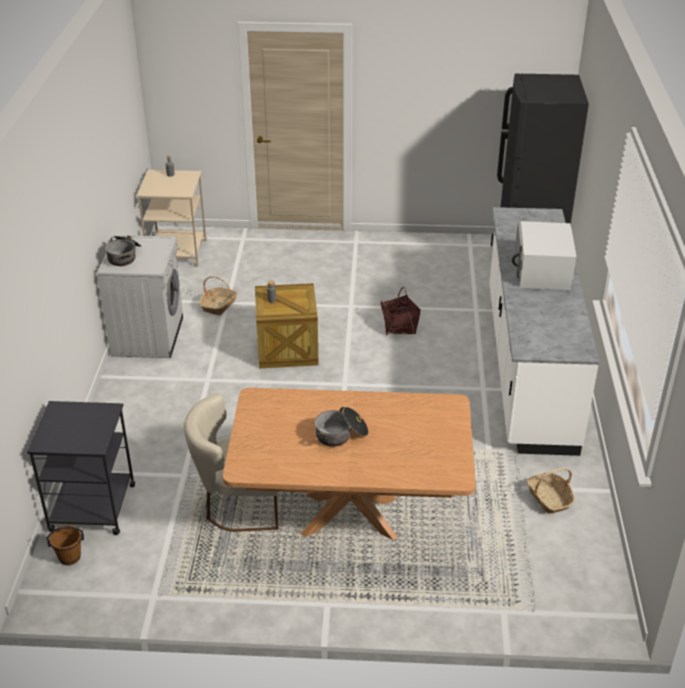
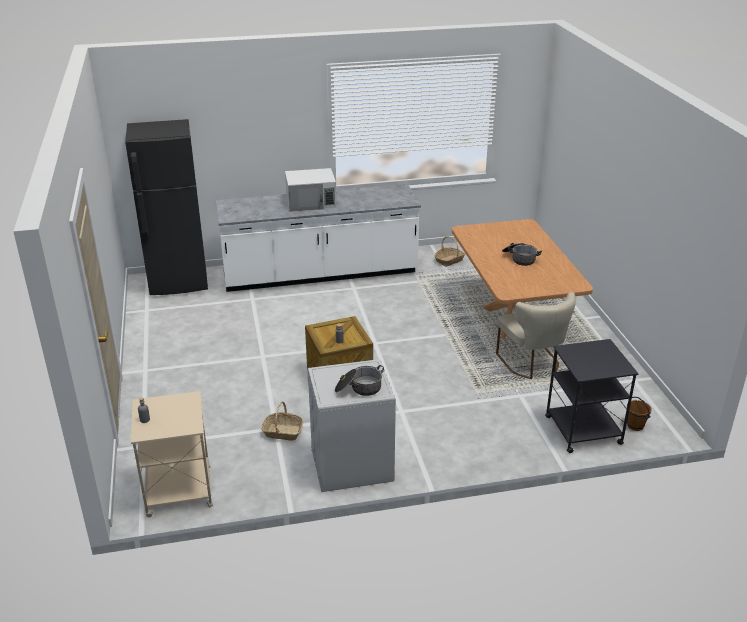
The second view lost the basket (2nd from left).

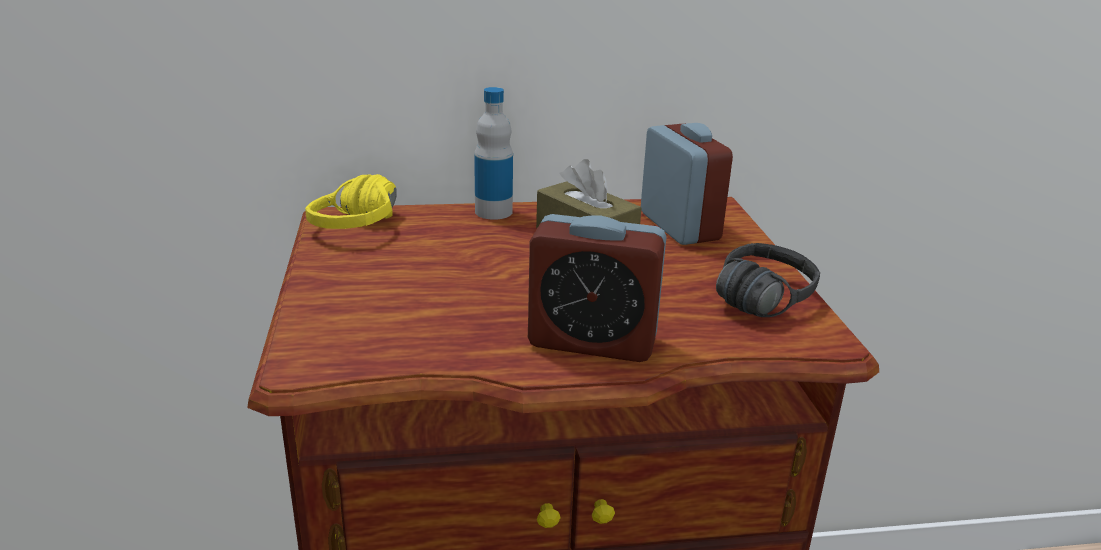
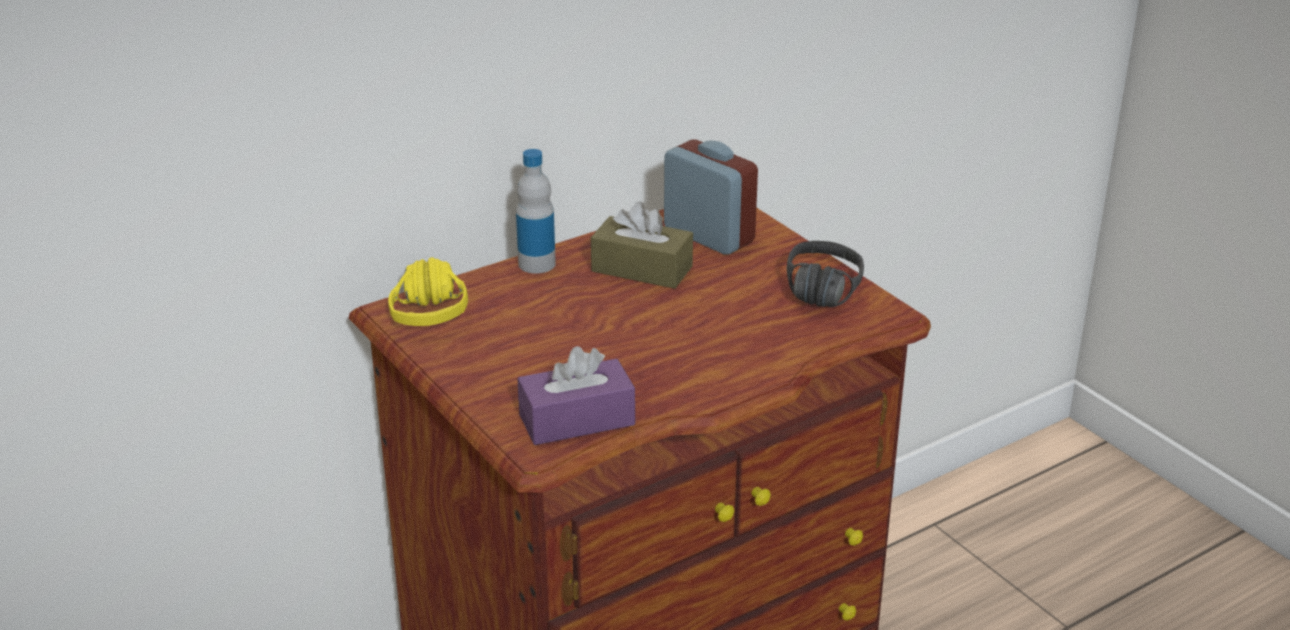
The second view lost the alarm clock (1st from left).
The second view gained the tissue box (purple).

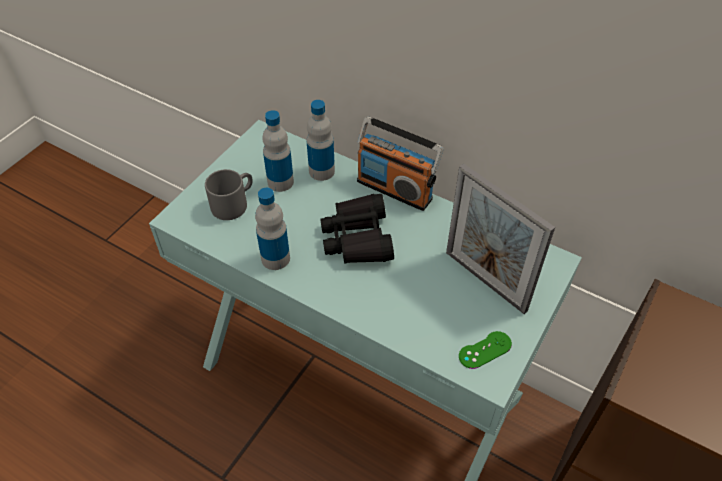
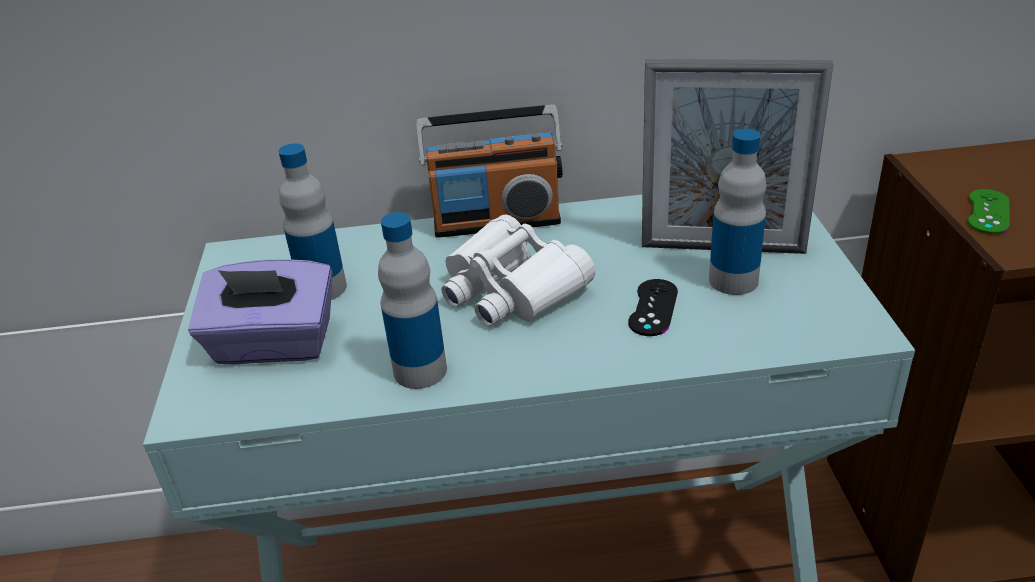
The second view gained the game controller (black).
The bottle (3rd from left) ended up elsewhere.
The game controller (green) ended up elsewhere.
Where the mug (grey) stood, the tissue box (purple) came to stand.
What was the binoculars (black) turned into the binoculars (white).

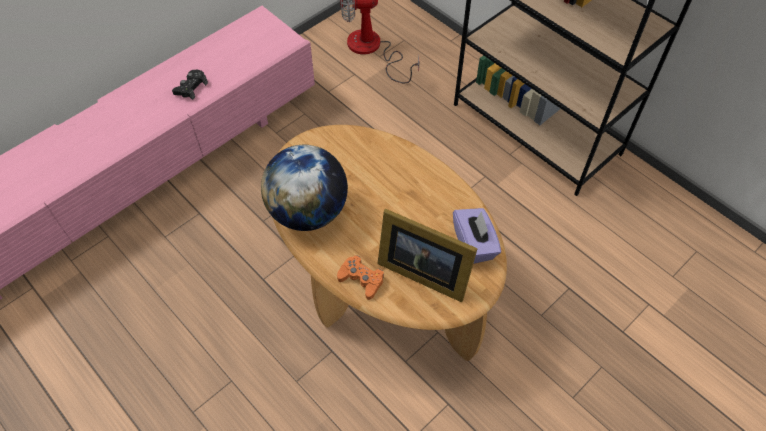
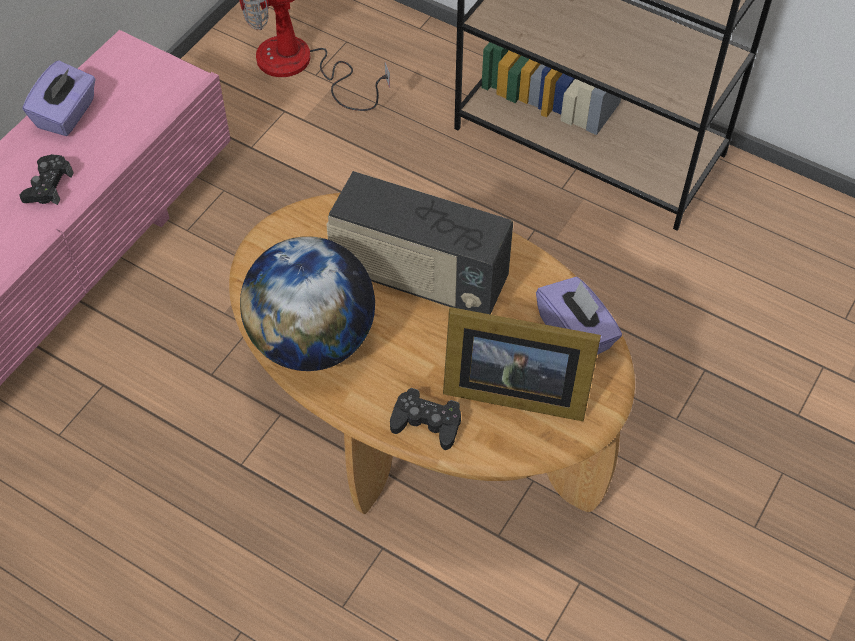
The second view gained the tissue box (purple) (1st from left).
The second view gained the radio.
What was the game controller (orange) turned into the game controller (black) (2nd from left).

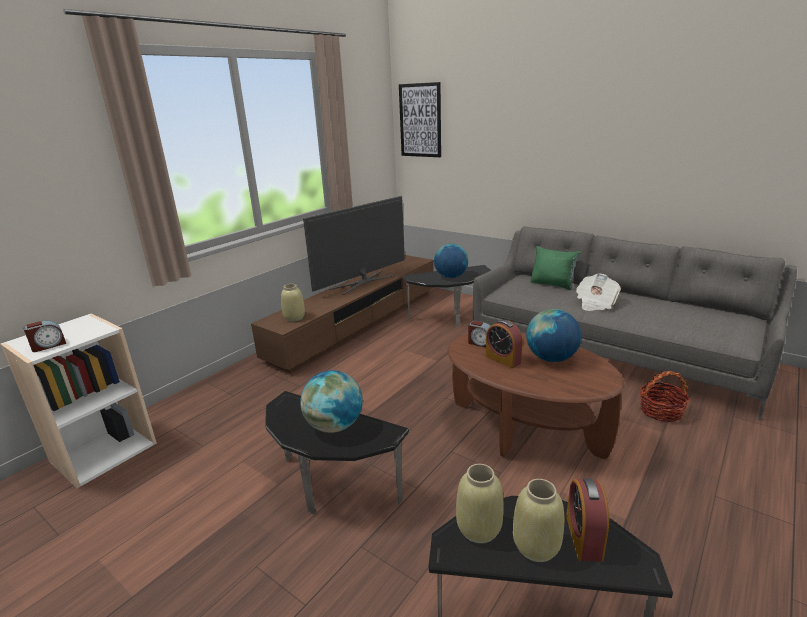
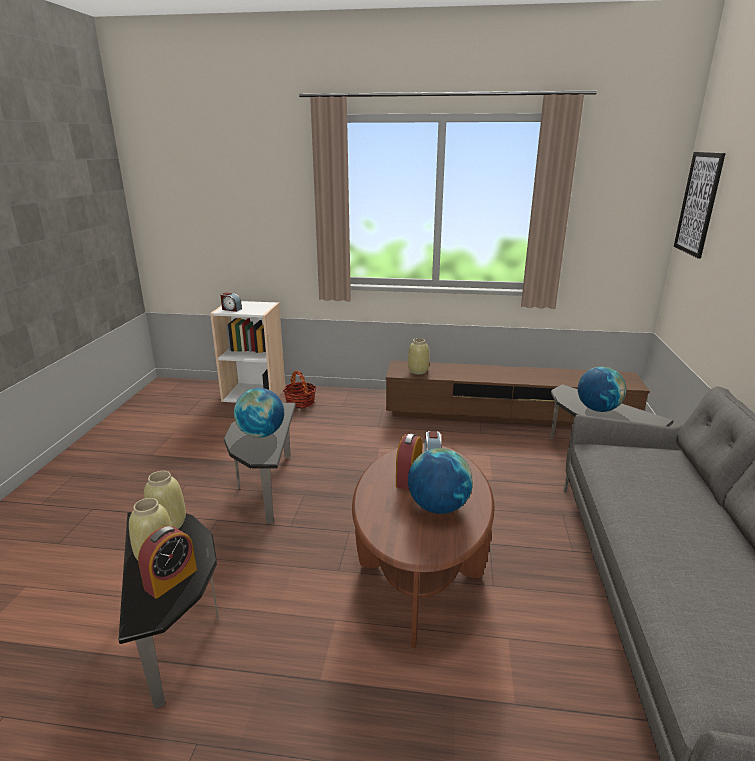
The second view lost the television.
The second view lost the pillow (green).
The second view lost the newspaper.
The basket ended up elsewhere.
The alarm clock (4th from left in the first image) ended up facing another way, 150 degrees clockwise from before.

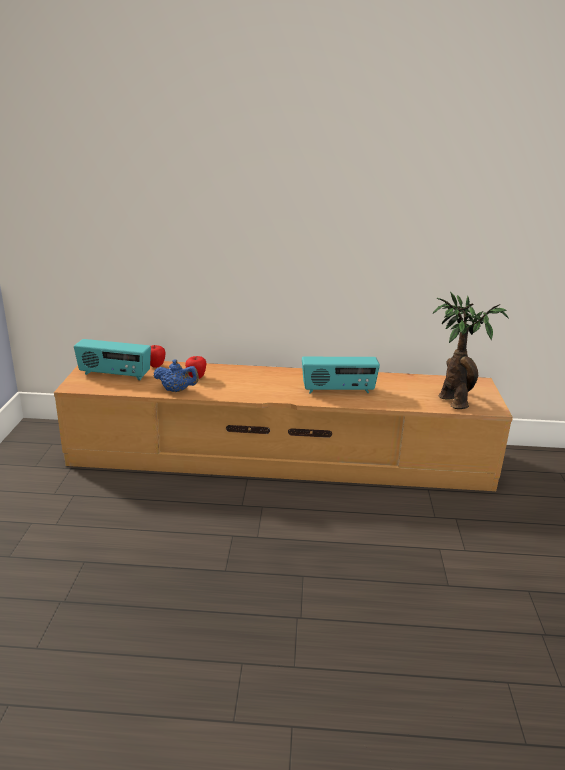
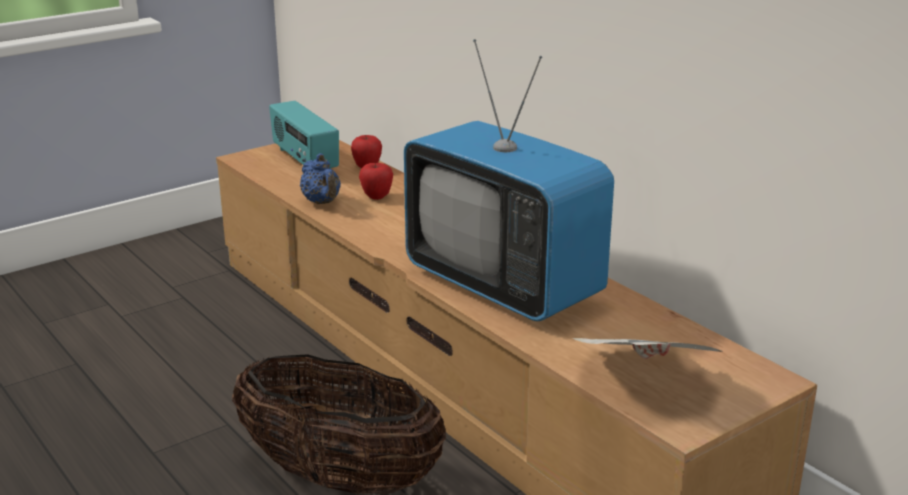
The second view gained the basket.
Where the radio (2nd from left) stood, the television came to stand.
Where the potted plant stood, the newspaper came to stand.

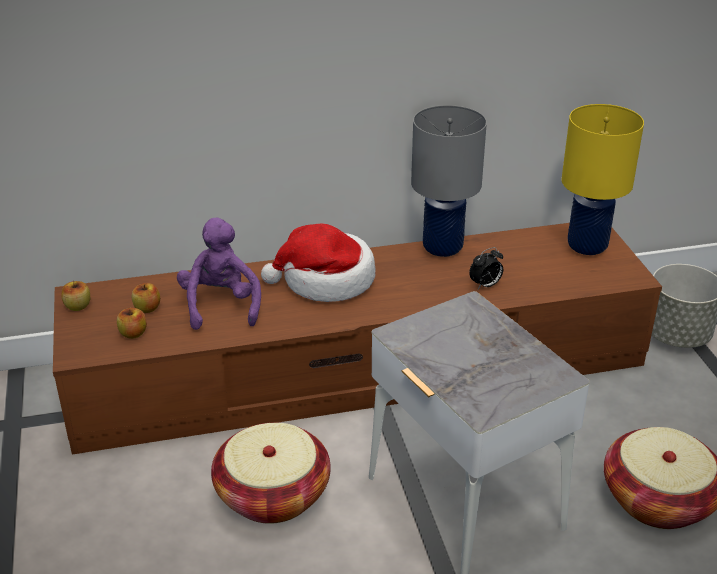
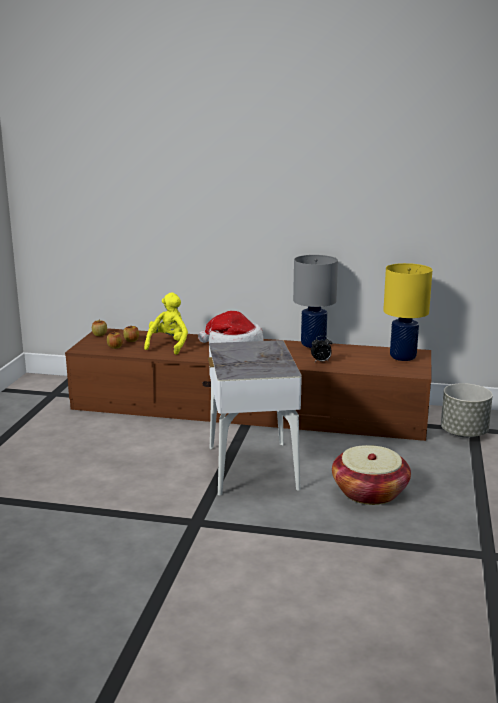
The second view lost the basket (1st from left).
What was the plush toy (purple) turned into the plush toy (yellow).

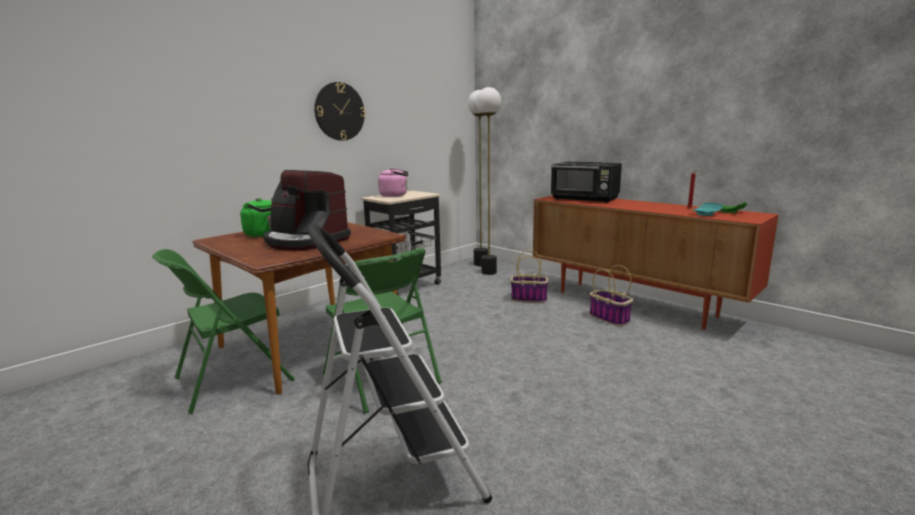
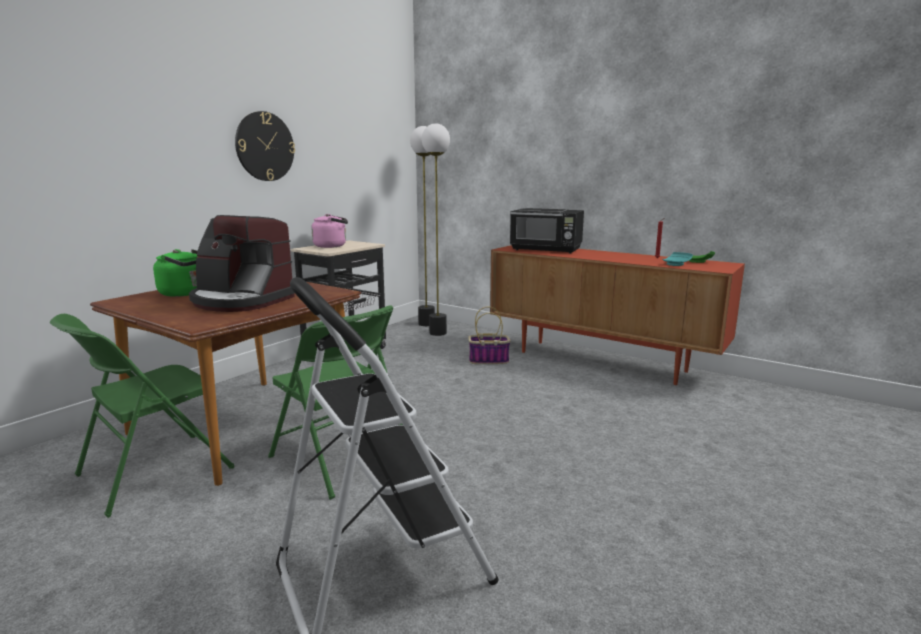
The second view lost the basket (2nd from left).

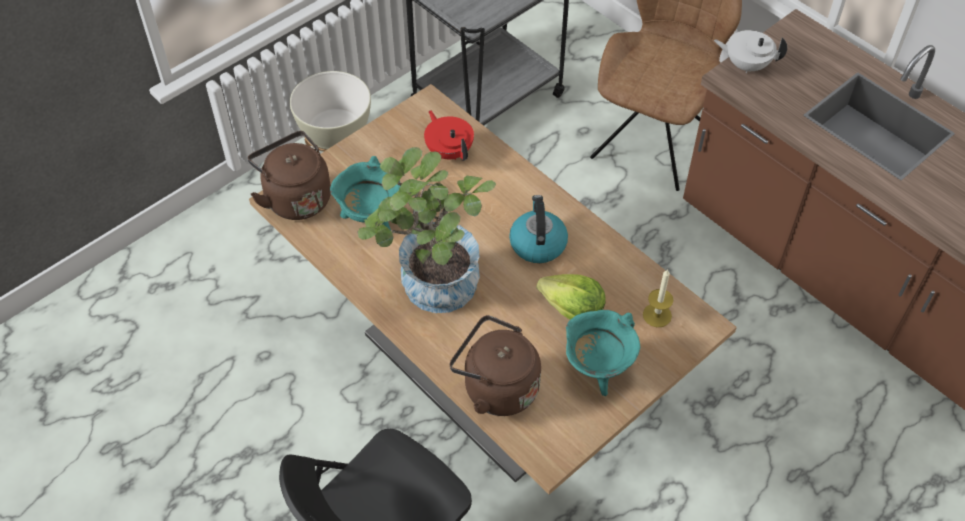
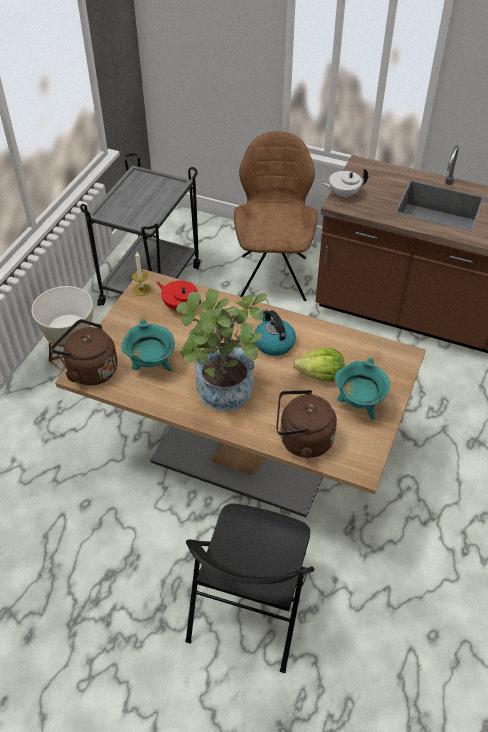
The candle ended up elsewhere.

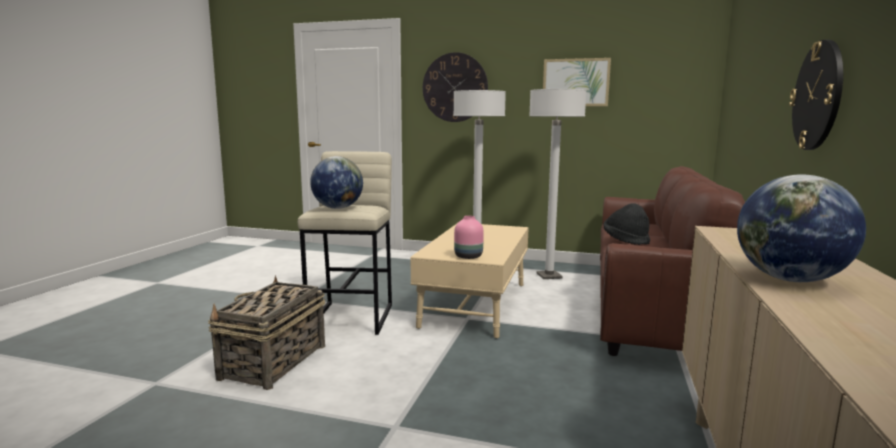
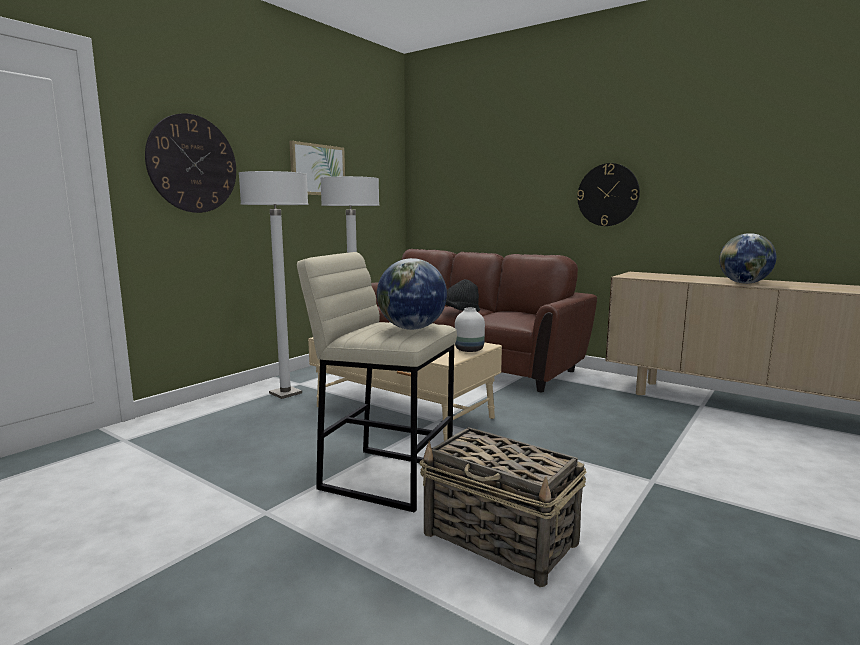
What was the vase (pink) turned into the vase (white).

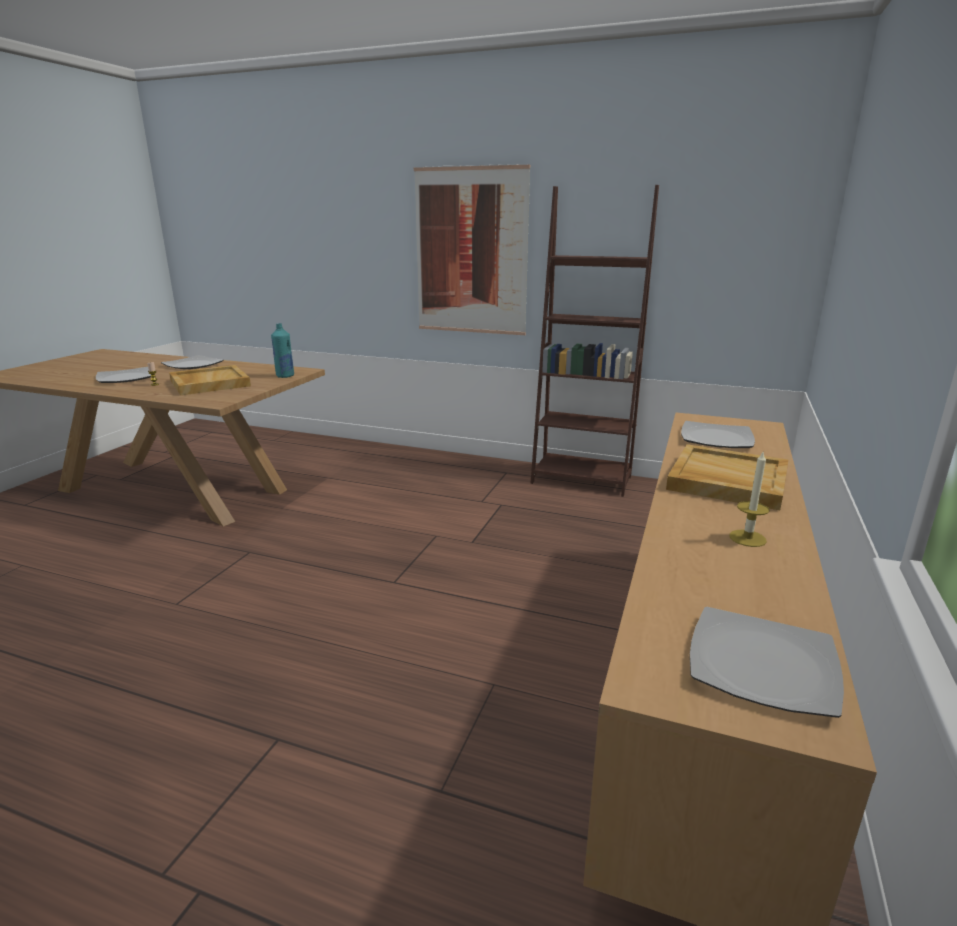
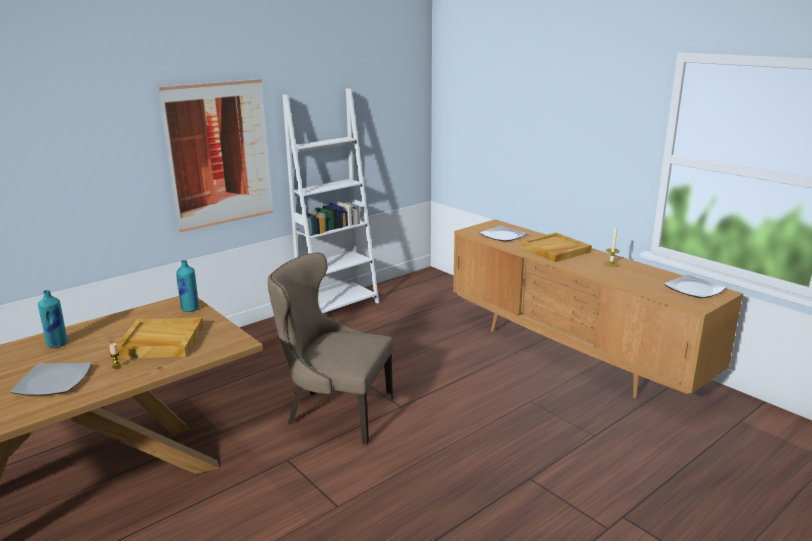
The second view gained the chair (beige).
Where the plate (2nd from left) stood, the bottle (turquoise) (1st from left) came to stand.
What was the bookcase (brown) turned into the bookcase (white).

